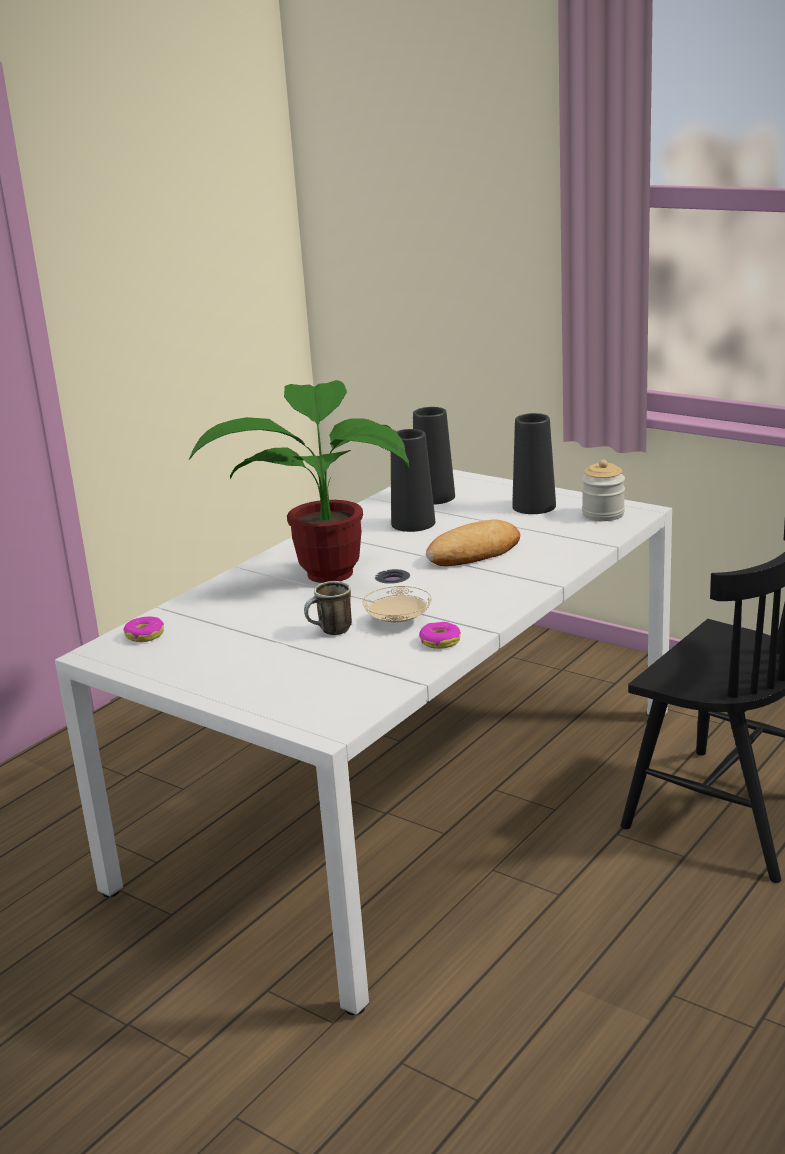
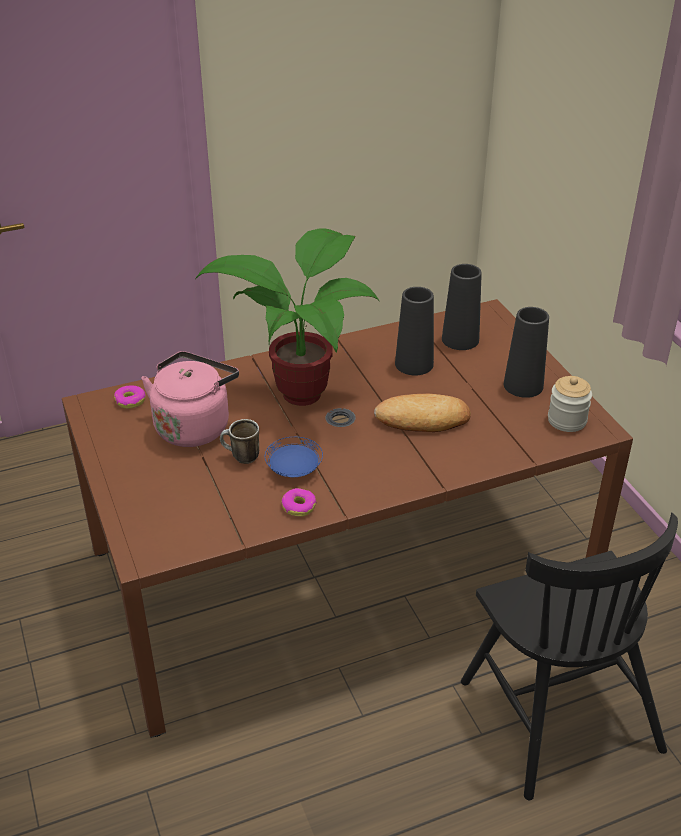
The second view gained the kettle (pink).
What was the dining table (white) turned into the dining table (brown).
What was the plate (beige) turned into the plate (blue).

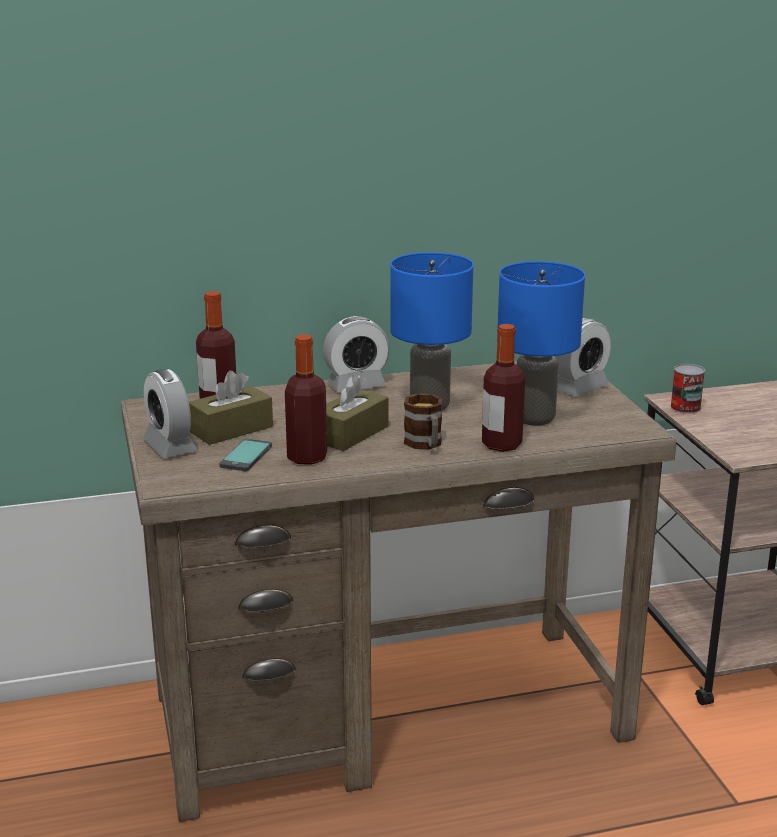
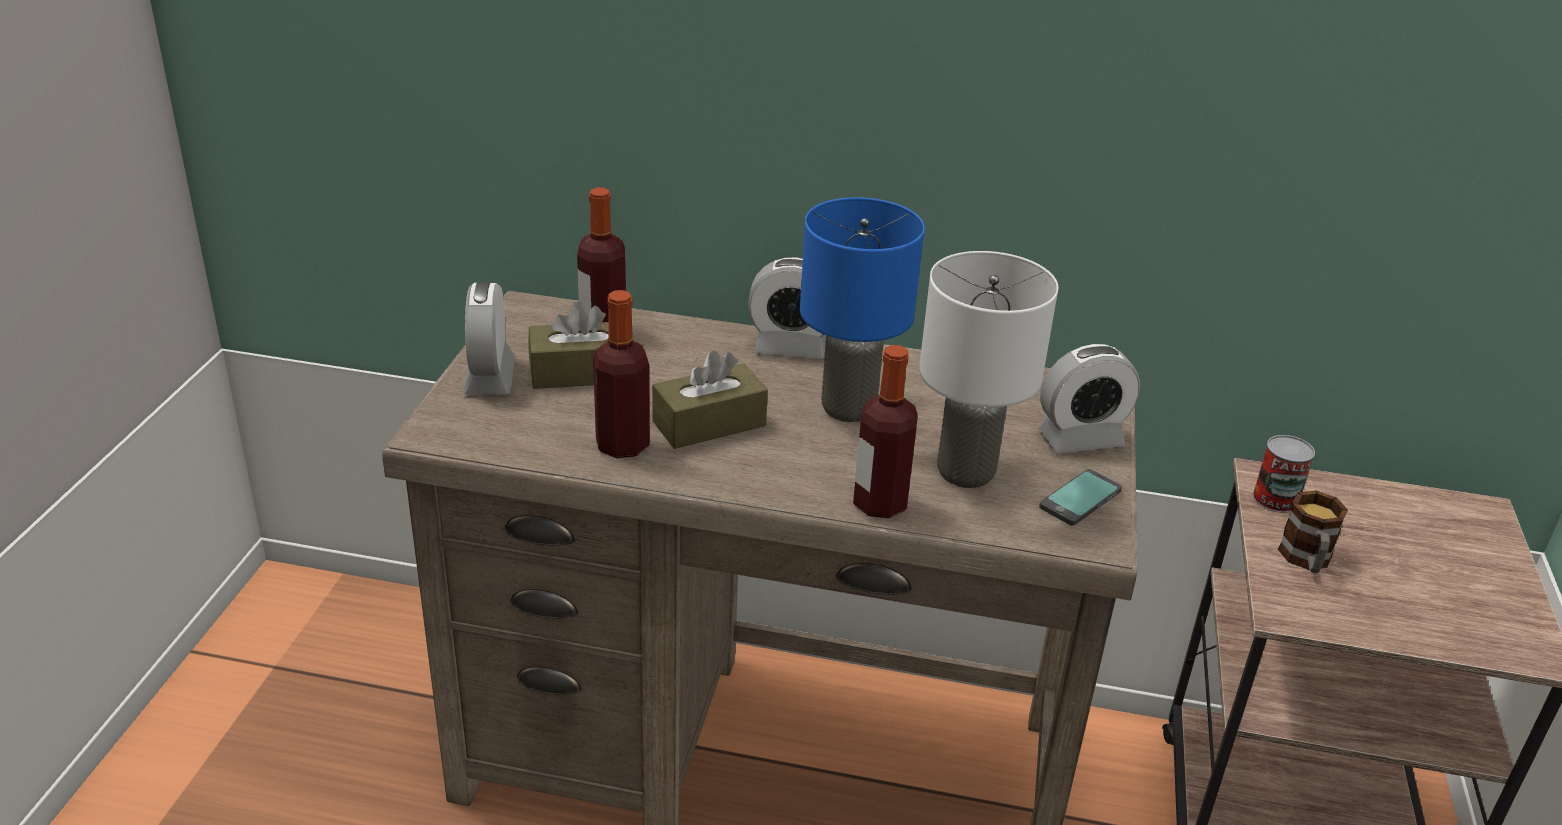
The phone ended up elsewhere.
The mug ended up elsewhere.
What was the table lamp (blue) (2nd from left) turned into the table lamp (white).

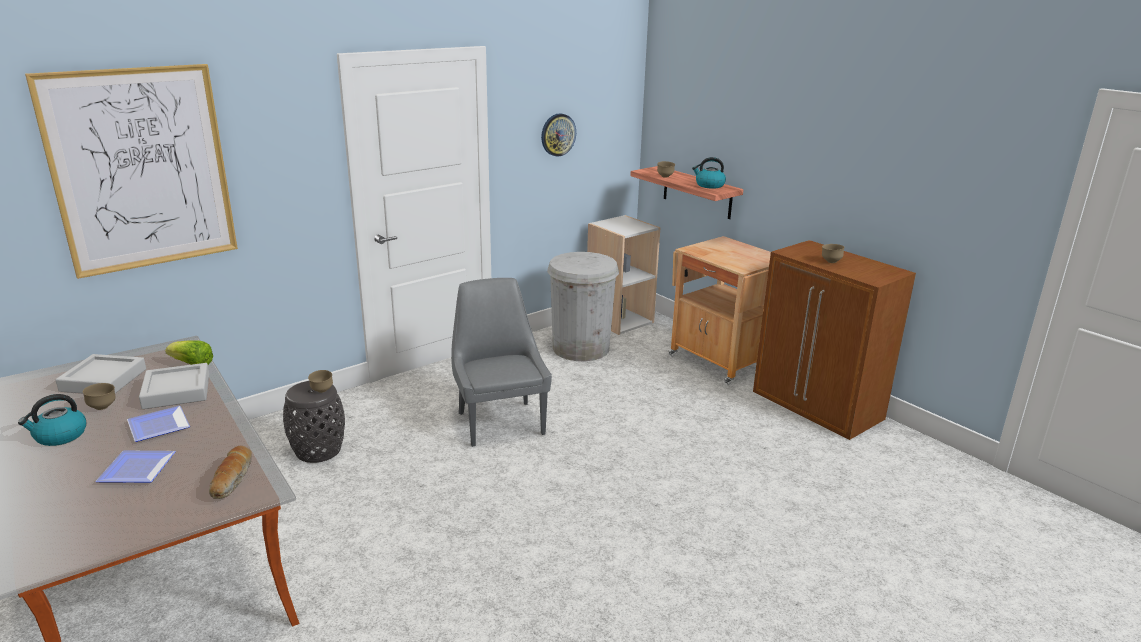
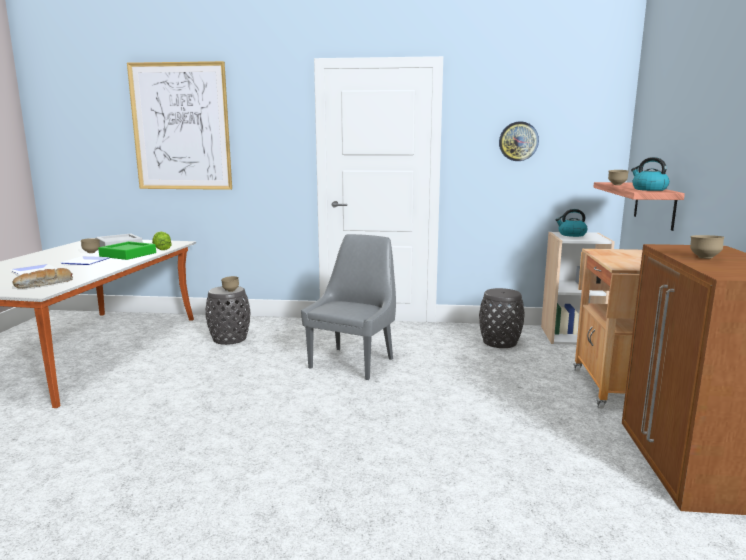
The kettle (1st from left) ended up elsewhere.
Where the trash can (white) stood, the stool (grey) (2nd from left) came to stand.
What was the tray (grey) (2nd from left) turned into the tray (green).

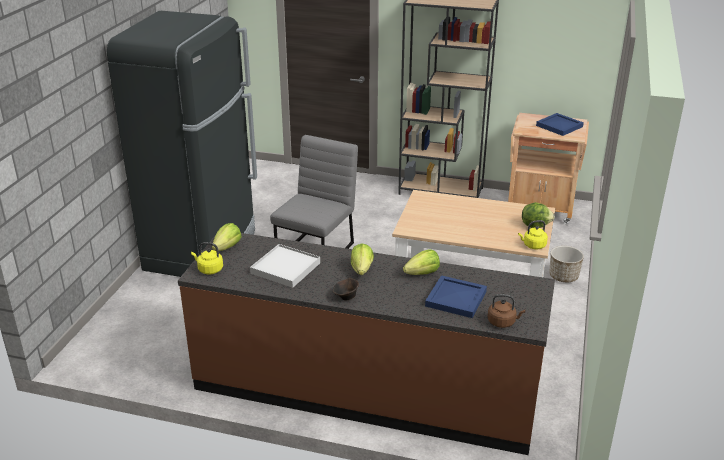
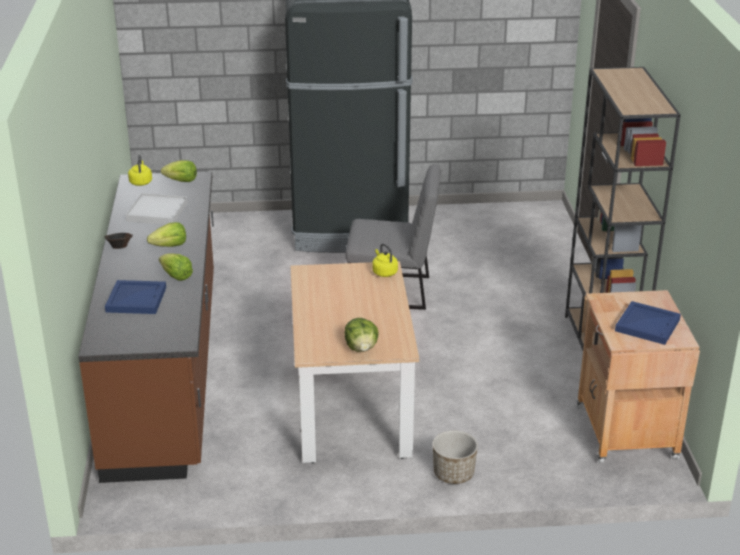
The second view lost the kettle (brown).
The kettle (yellow) (2nd from left) ended up elsewhere.

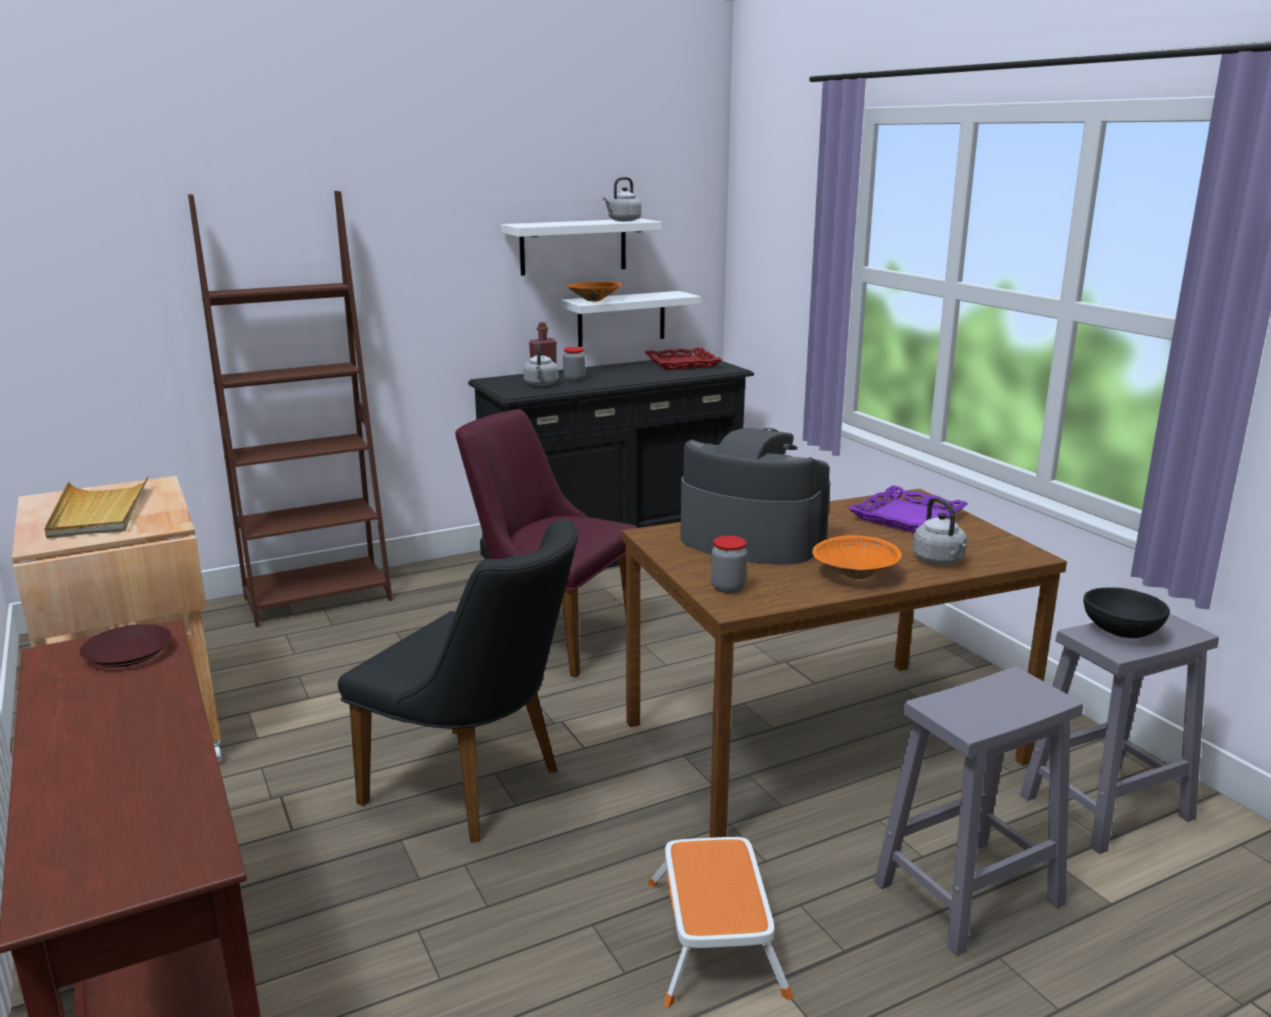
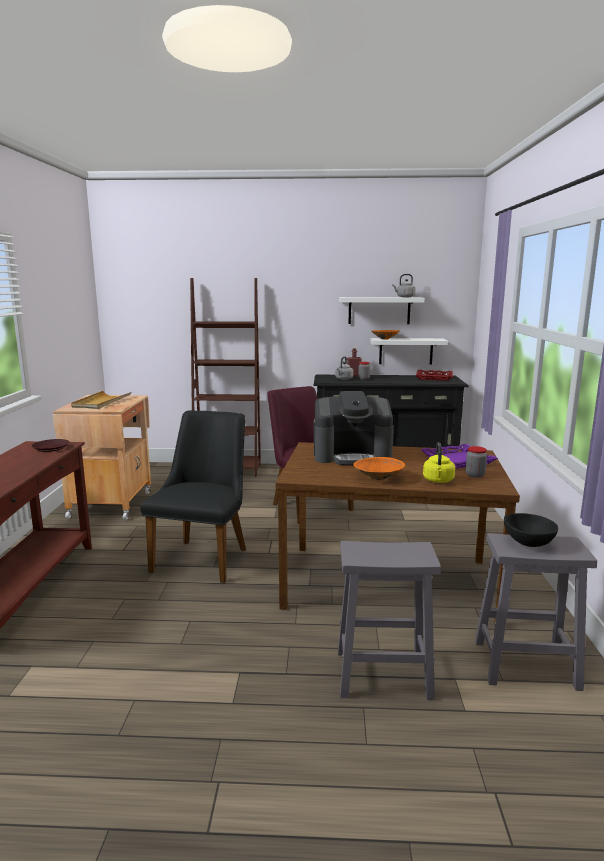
The second view lost the step ladder (orange).
The jar (2nd from left) ended up elsewhere.
What was the kettle (grey) (3rd from left) turned into the kettle (yellow).
The chair (black) ended up facing another way, 135 degrees counterclockwise from before.
The coffee machine ended up facing another way, 120 degrees clockwise from before.

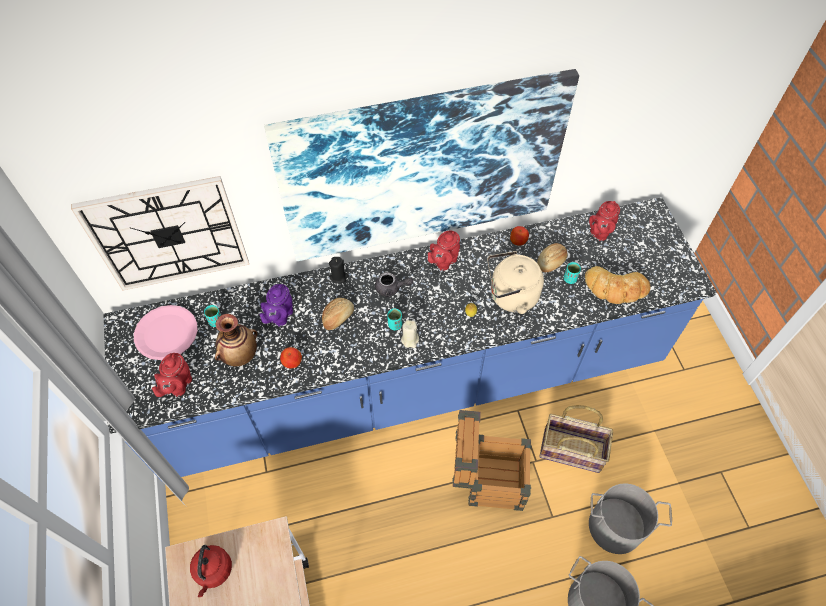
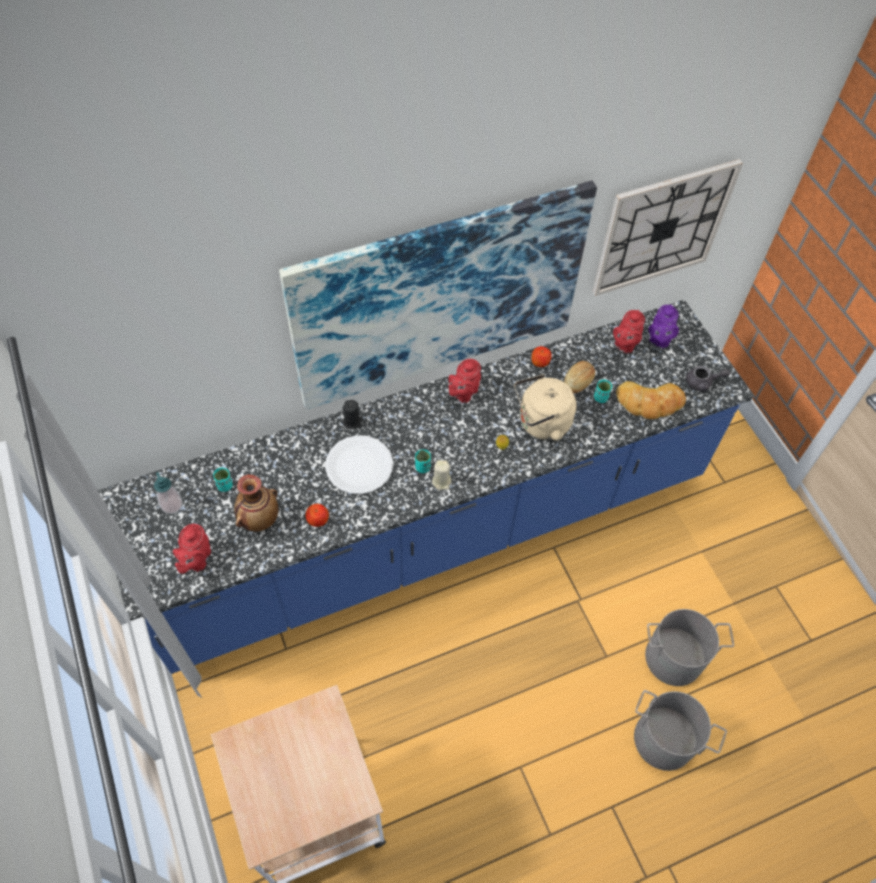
The second view lost the kettle (red).
The second view lost the crate.
The second view lost the basket.
The wall clock ended up elsewhere.
The teapot (purple) ended up elsewhere.
The teapot (grey) ended up elsewhere.
Where the plate (pink) stood, the soap dispenser came to stand.
Where the bread (1st from left) stood, the plate (white) came to stand.

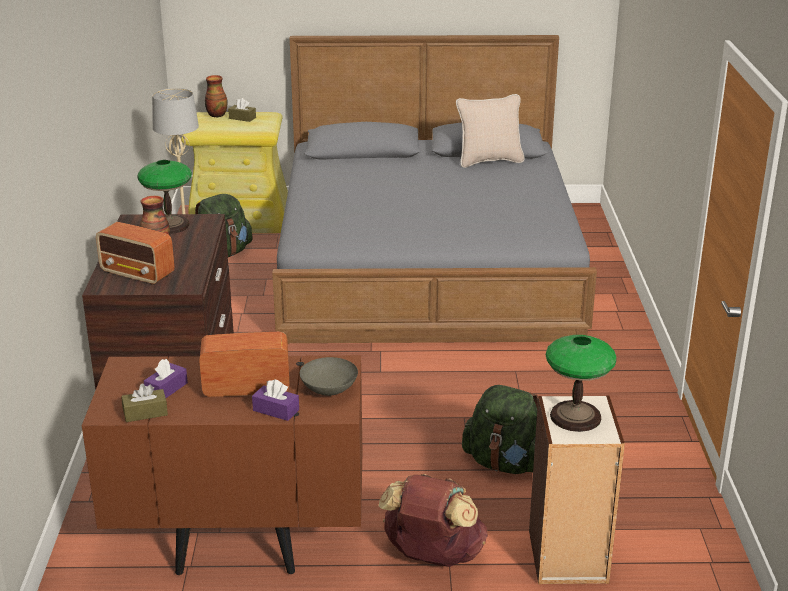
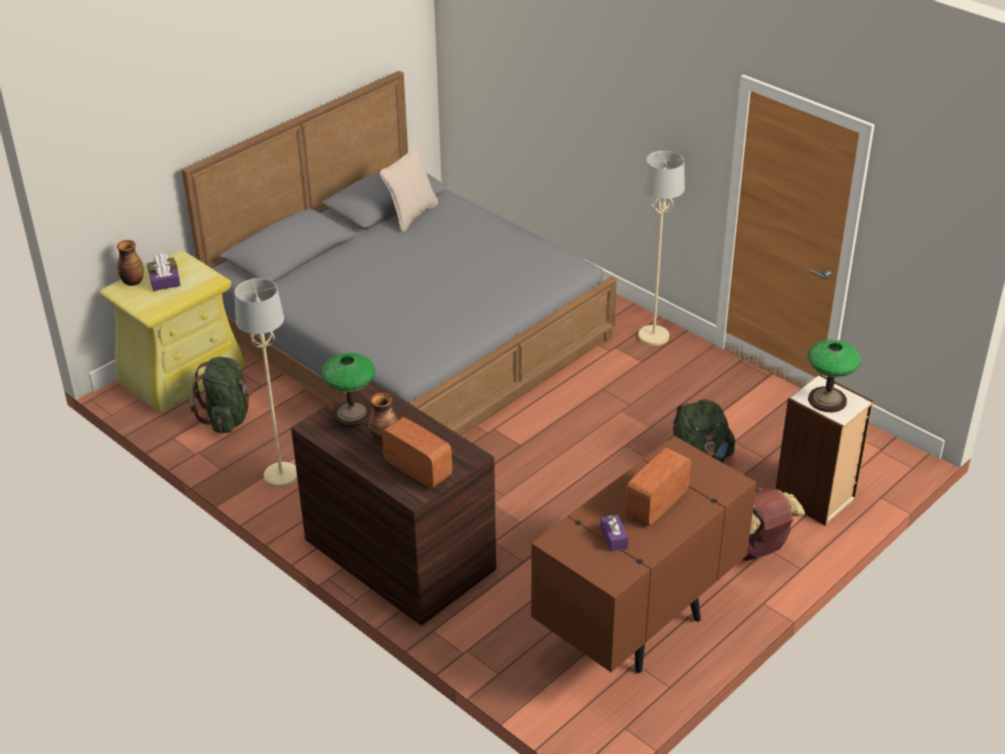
The second view lost the tissue box (brown) (1st from left).
The second view lost the bowl (grey).
The second view gained the floor lamp (beige) (2nd from left).
The tissue box (purple) (2nd from left in the first image) ended up elsewhere.
The radio (1st from left) ended up facing another way, 120 degrees counterclockwise from before.

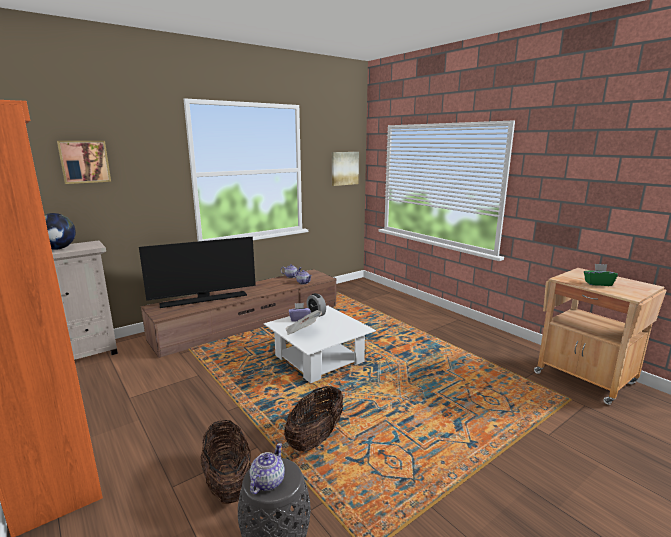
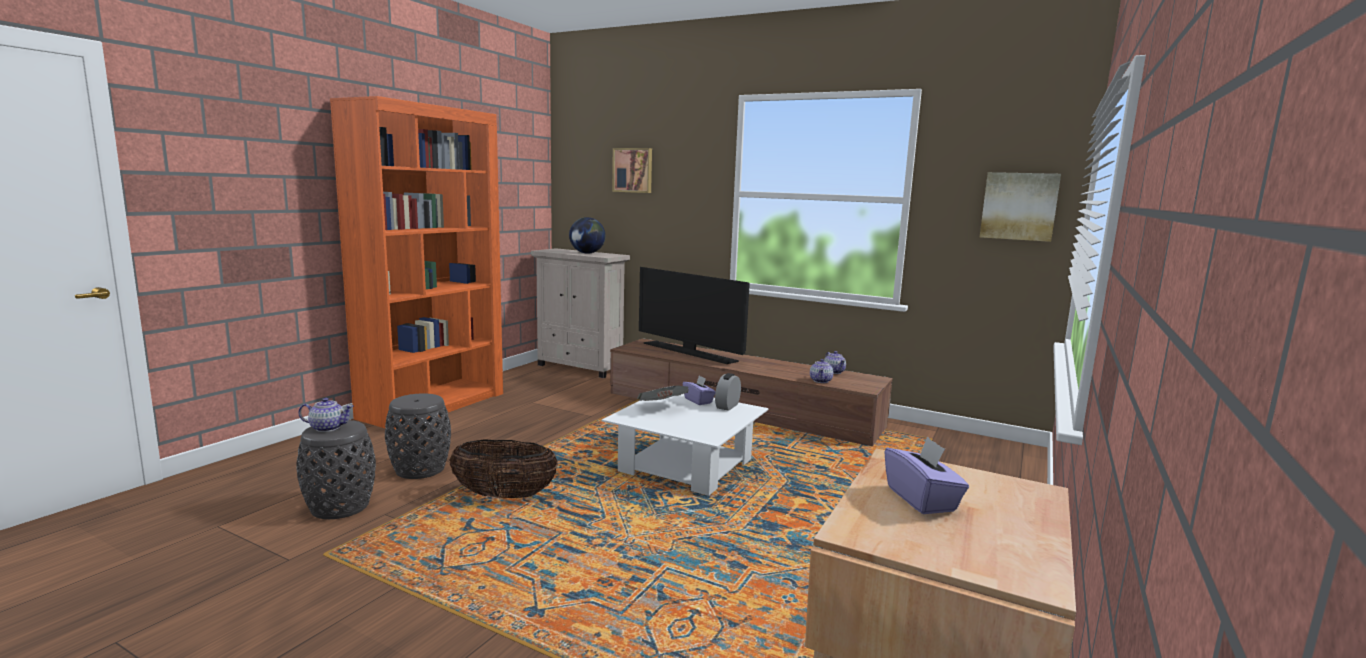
Where the basket (1st from left) stood, the stool (grey) (2nd from left) came to stand.
What was the tissue box (green) turned into the tissue box (purple) (2nd from left).

